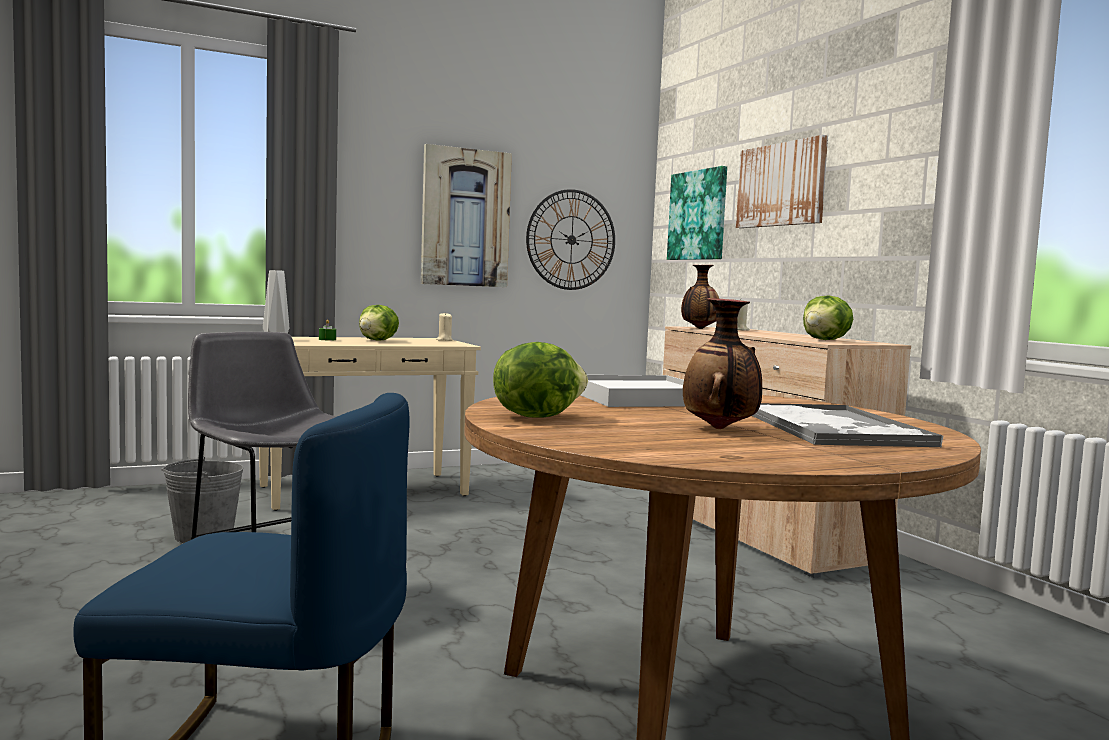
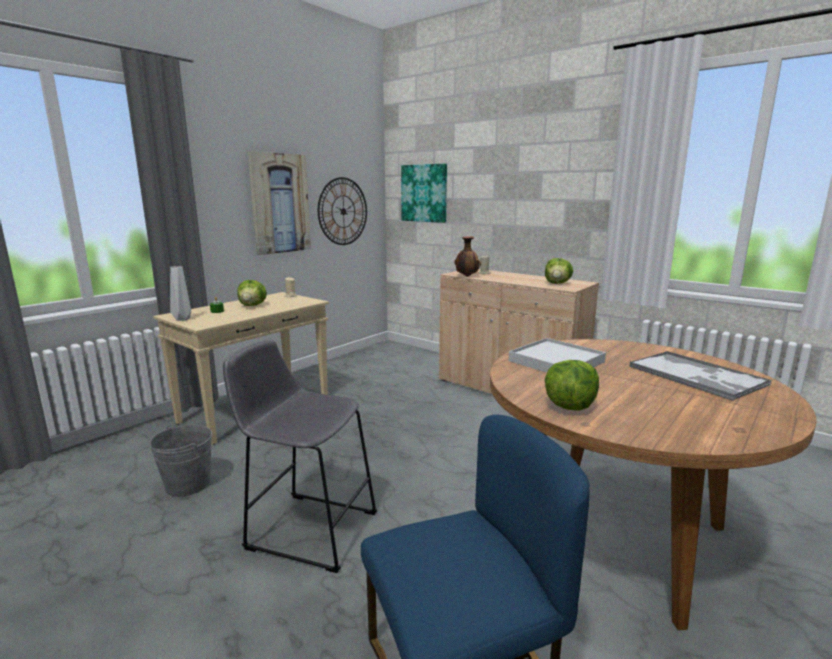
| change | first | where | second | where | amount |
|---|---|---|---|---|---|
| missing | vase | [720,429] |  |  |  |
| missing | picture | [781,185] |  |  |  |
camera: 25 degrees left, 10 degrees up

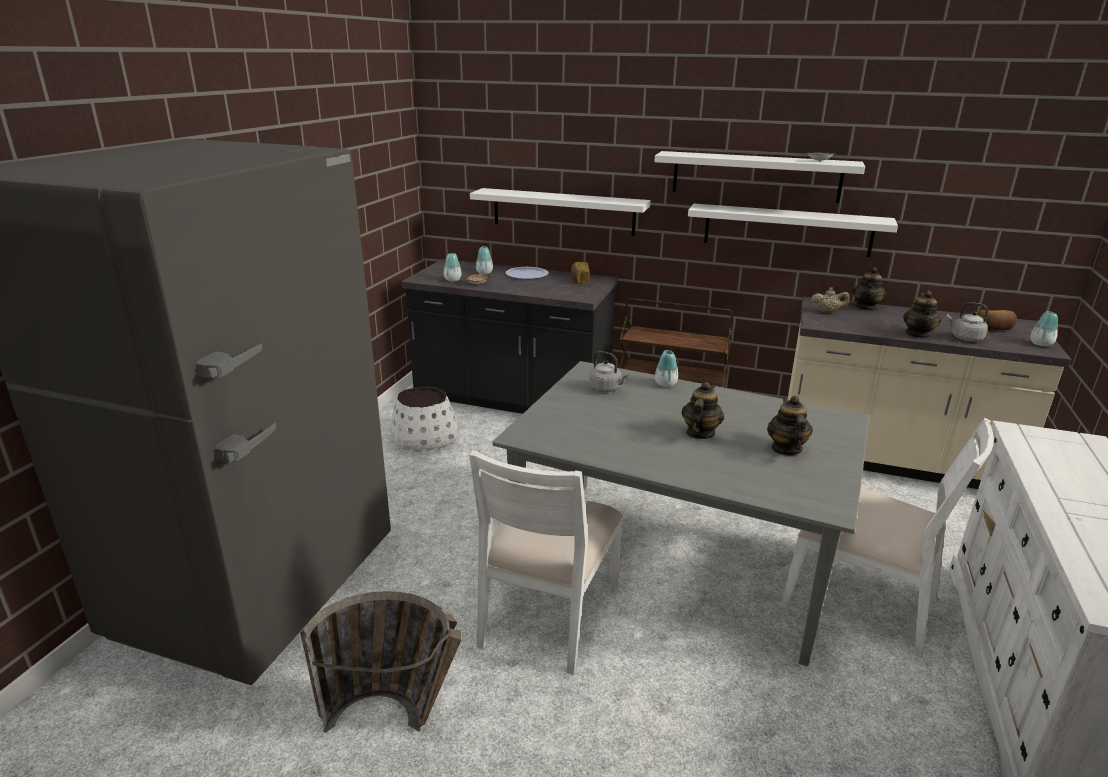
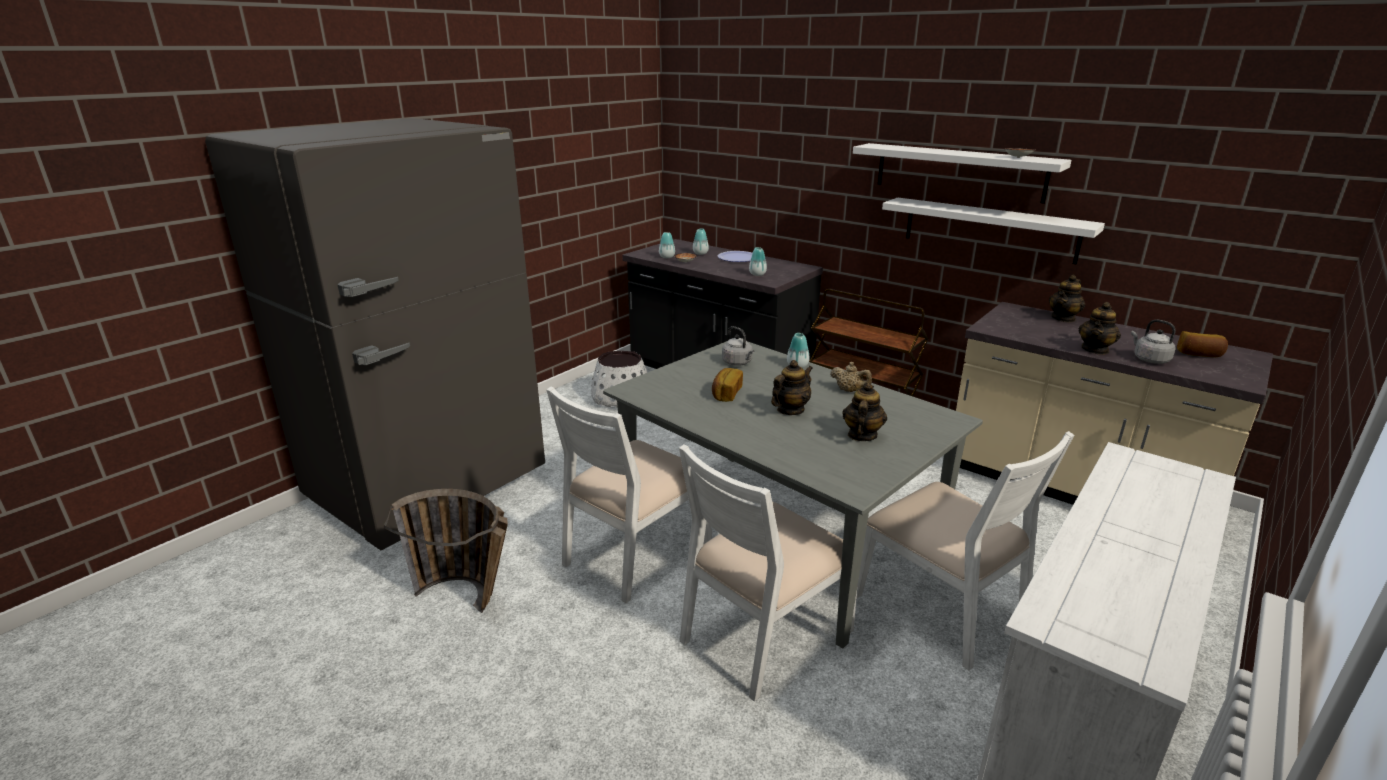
| change | first | where | second | where | amount |
|---|---|---|---|---|---|
| missing | white shelf | [563,212] |  |  |  |
| appeared |  |  | white chair | [763,634] |  |
| relocated | bread | [579,280] |  | [726,394] |  |
| relocated | beige teapot | [827,312] |  | [849,390] |  |
| relocated | vase | [1040,344] |  | [757,274] |  |
camera: 20 degrees right, 0 degrees up

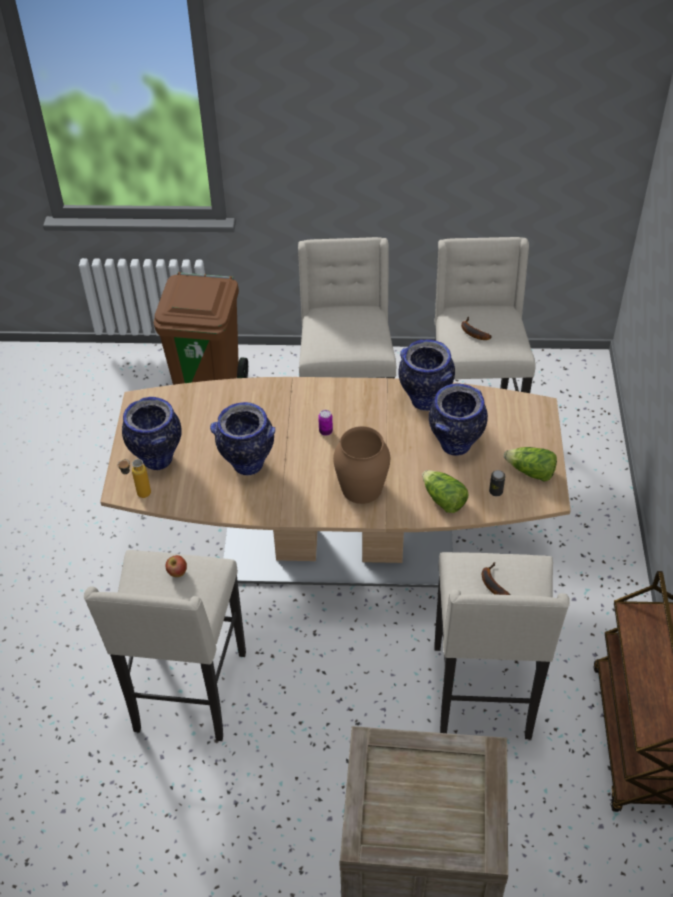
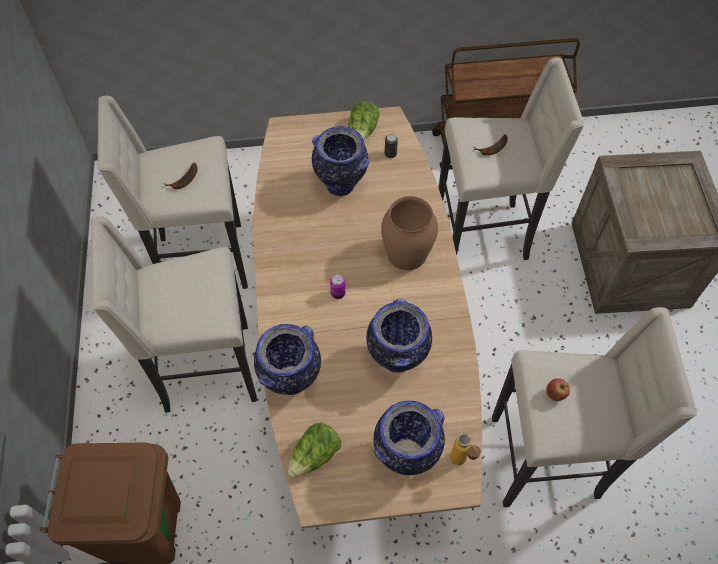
| change | first | where | second | where | amount |
|---|---|---|---|---|---|
| relocated | vase | [424,401] |  | [291,381] |  |
| relocated | lettuce | [443,499] |  | [315,455] |  |
camera: 100 degrees left, 10 degrees up

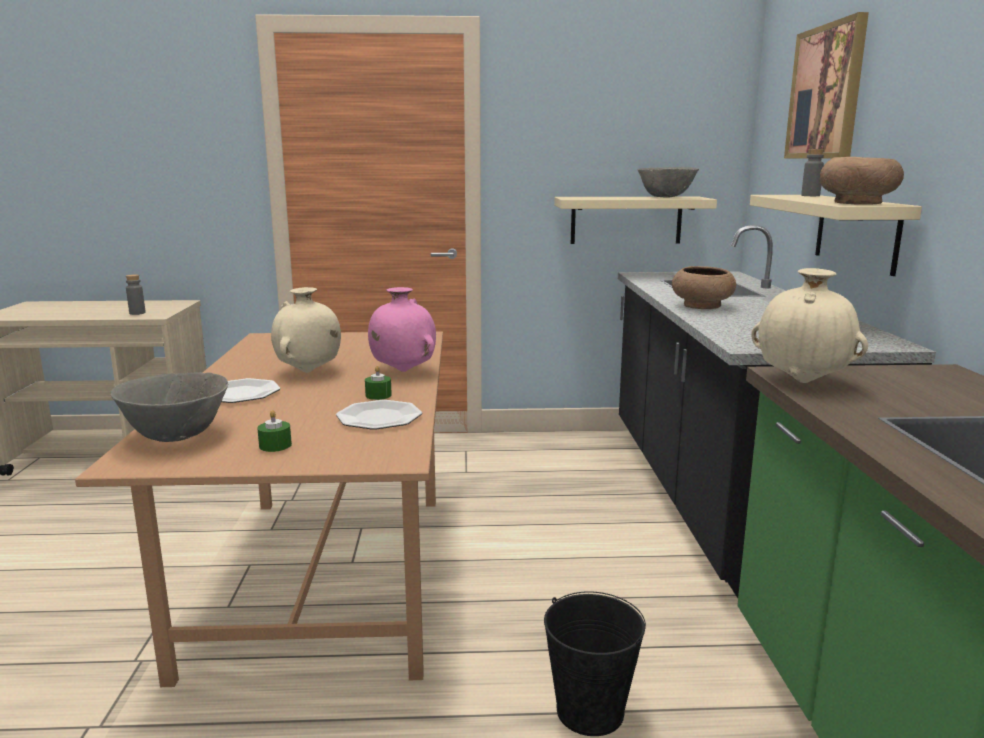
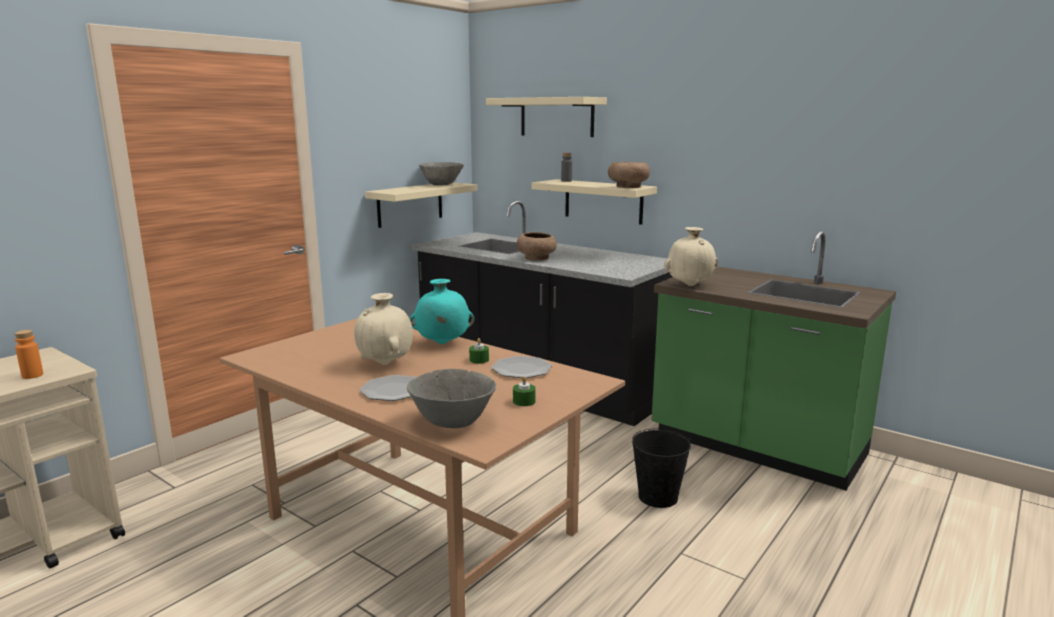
| change | first | where | second | where | amount |
|---|---|---|---|---|---|
| exchanged | picture | [826,92] | beige shelf | [556,117] |  |
| colour | grey bottle | [137,313] | orange bottle | [32,375] |  |
| colour | pink vase | [402,371] | turquoise vase | [442,344] |  |
camera: 50 degrees left, 0 degrees up

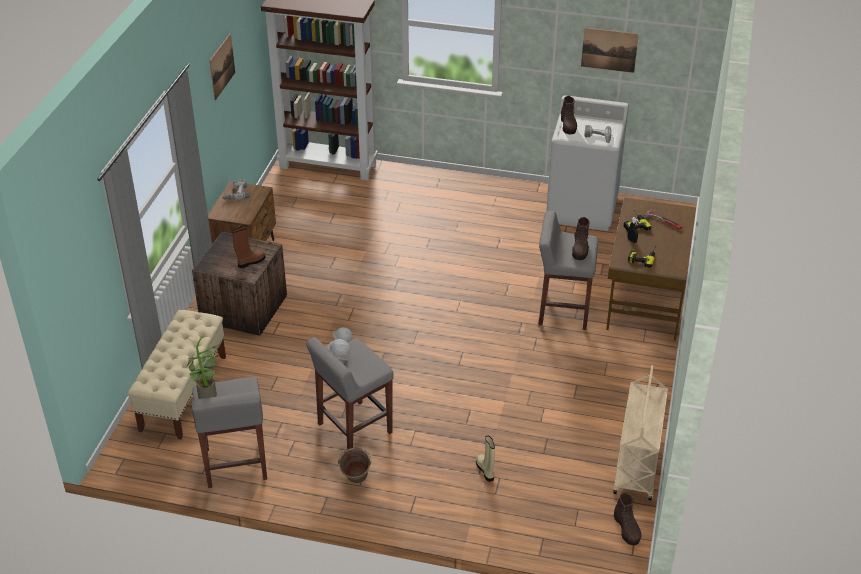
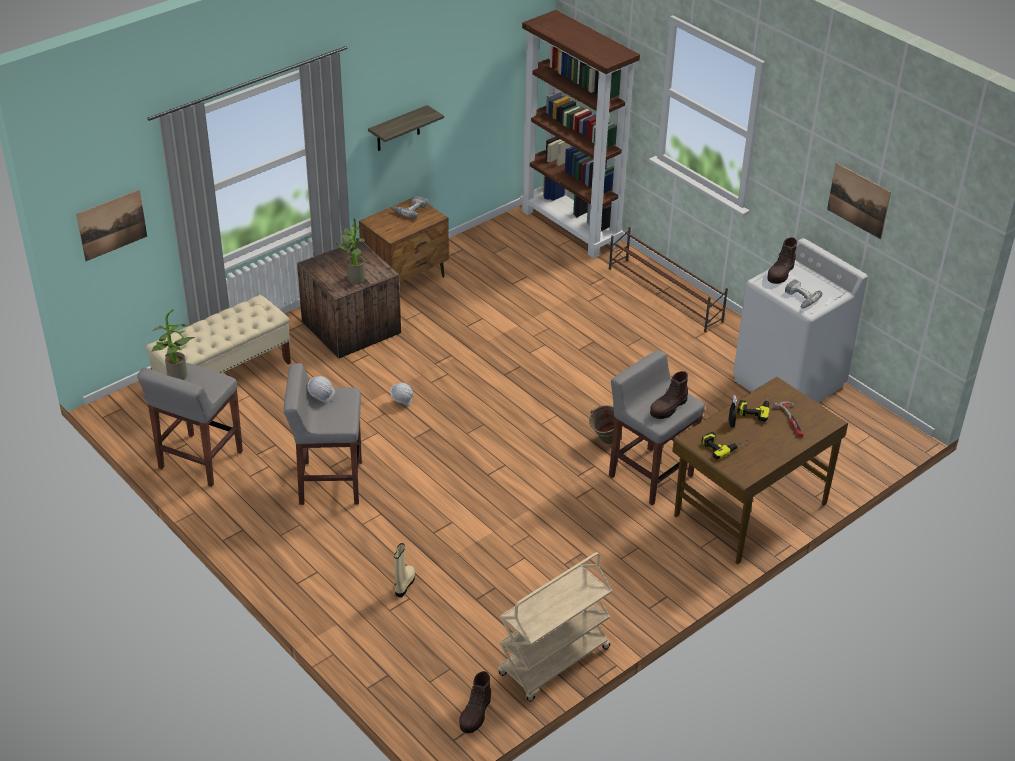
| change | first | where | second | where | amount |
|---|---|---|---|---|---|
| appeared |  |  | shelf | [398,129] |  |
| appeared |  |  | brown shoe rack | [665,295] |  |
| relocated | picture | [222,66] |  | [112,225] |  |
| relocated | green bucket | [355,482] |  | [604,442] |  |
| exchanged | brown boot | [250,262] | potted plant | [353,278] |  |
camera: 35 degrees right, 0 degrees up

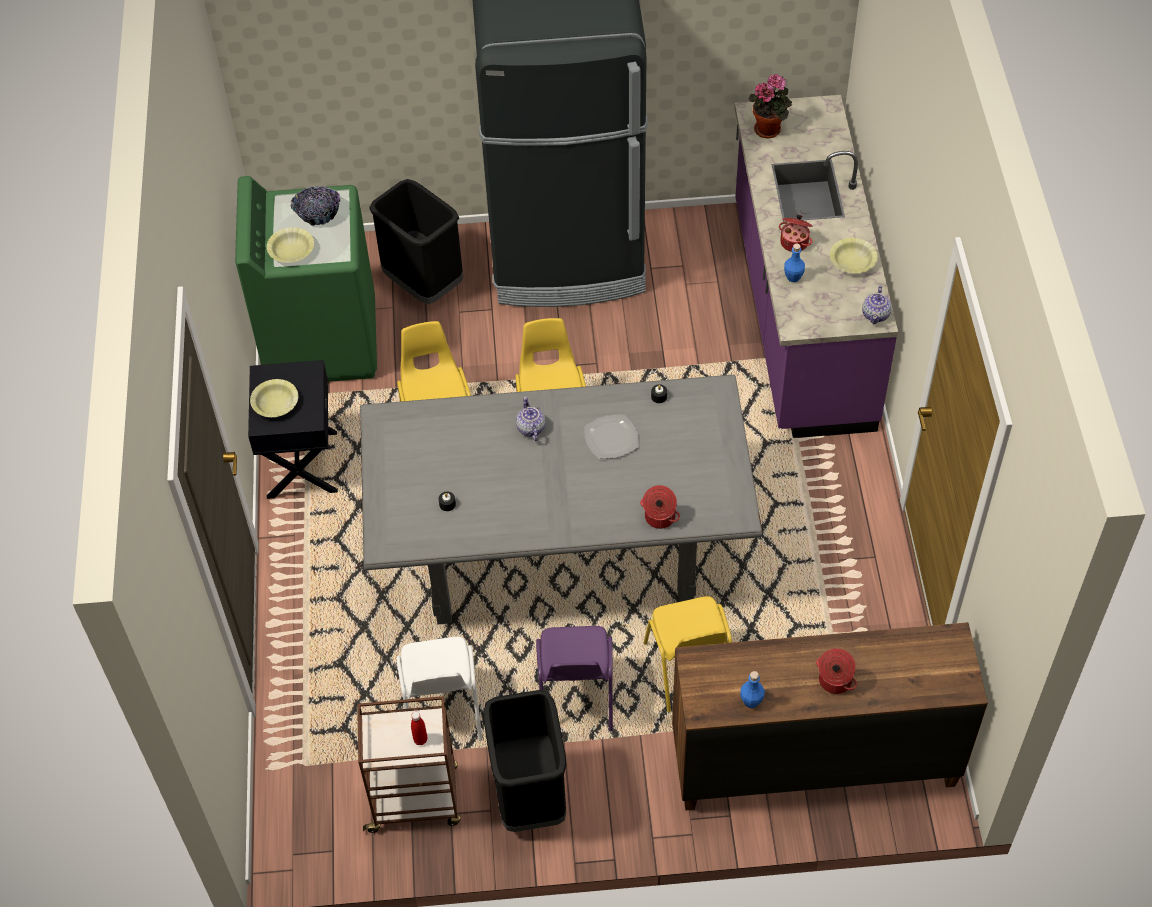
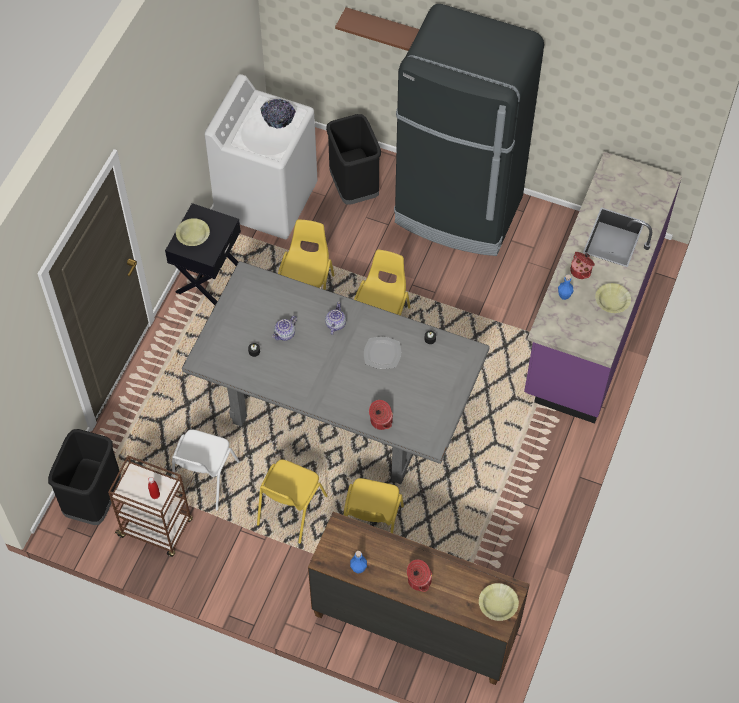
| change | first | where | second | where | amount |
|---|---|---|---|---|---|
| missing | potted plant | [769,128] |  |  |  |
| appeared |  |  | brown shelf | [385,29] |  |
| relocated | yellow bowl | [291,250] |  | [498,604] |  |
| relocated | black trash can | [529,795] |  | [94,500] |  |
| relocated | teapot | [876,314] |  | [285,334] |  |
| colour | green washing machine | [321,340] | white washing machine | [267,199] |  |
| colour | purple chair | [575,696] | yellow chair | [290,510] |  |
camera: 25 degrees right, 5 degrees up

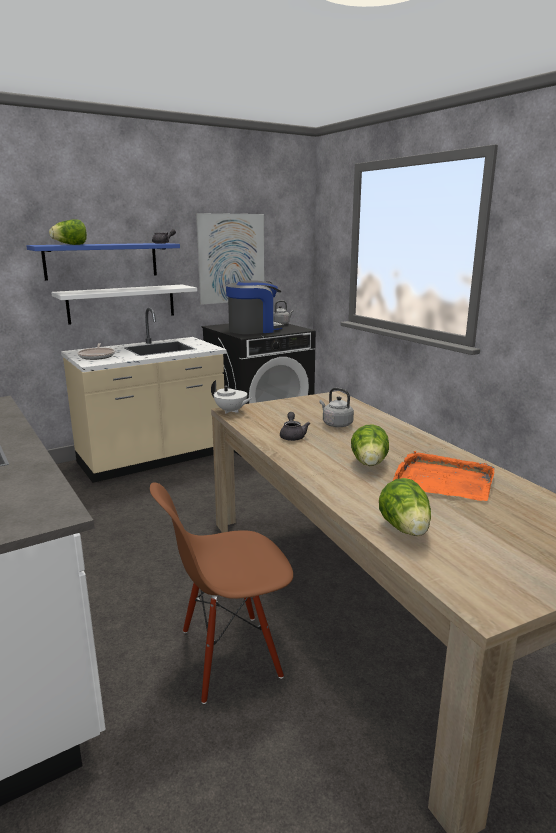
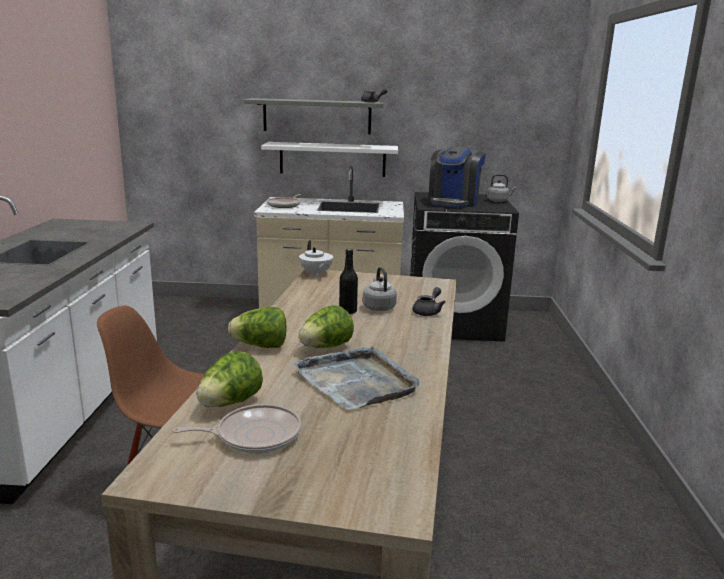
| change | first | where | second | where | amount |
|---|---|---|---|---|---|
| missing | picture | [231,258] |  |  |  |
| appeared |  |  | frying pan | [254,435] |  |
| appeared |  |  | black bottle | [348,311] |  |
| relocated | lettuce | [70,245] |  | [260,346] |  |
| relocated | grey teapot | [292,436] |  | [428,312] |  |
| colour | blue shelf | [101,261] | grey shelf | [317,116] |  |
| colour | orange tray | [443,480] | grey tray | [357,381] |  |
| spun | coffee machine | [254,330] |  | [454,202] | 105 degrees clockwise |
camera: 35 degrees right, 0 degrees up

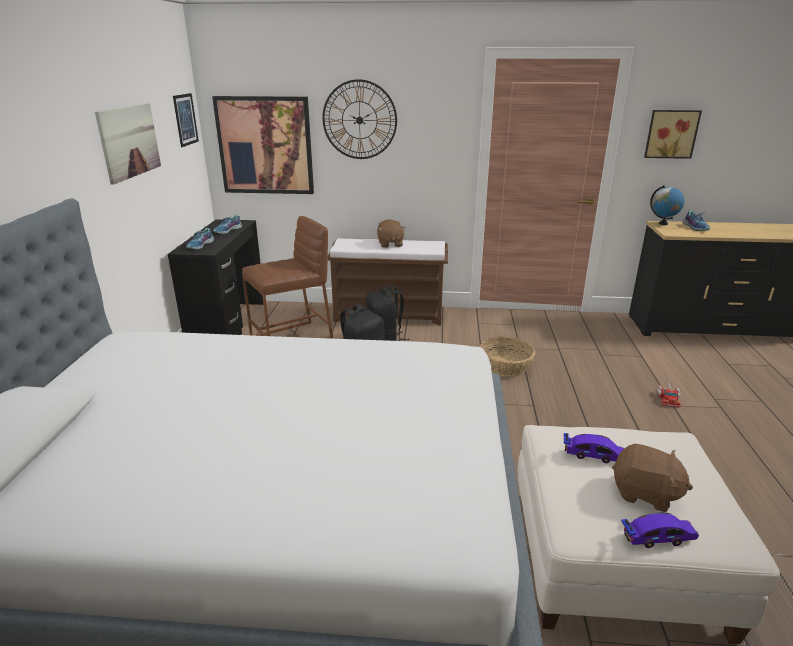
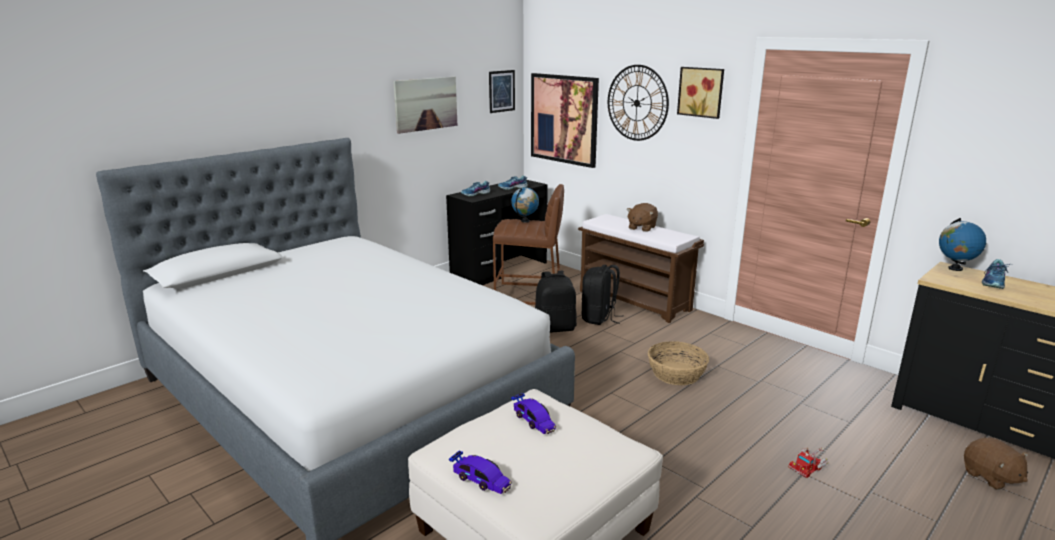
| change | first | where | second | where | amount |
|---|---|---|---|---|---|
| appeared |  |  | globe | [525,221] |  |
| relocated | brown plush toy | [645,493] |  | [990,477] |  |
| relocated | picture | [671,134] |  | [701,92] |  |
camera: 40 degrees right, 5 degrees down

